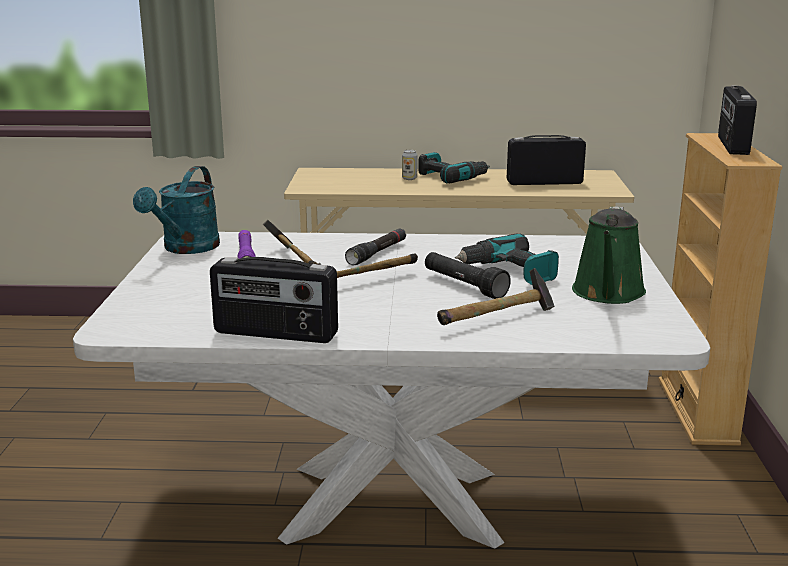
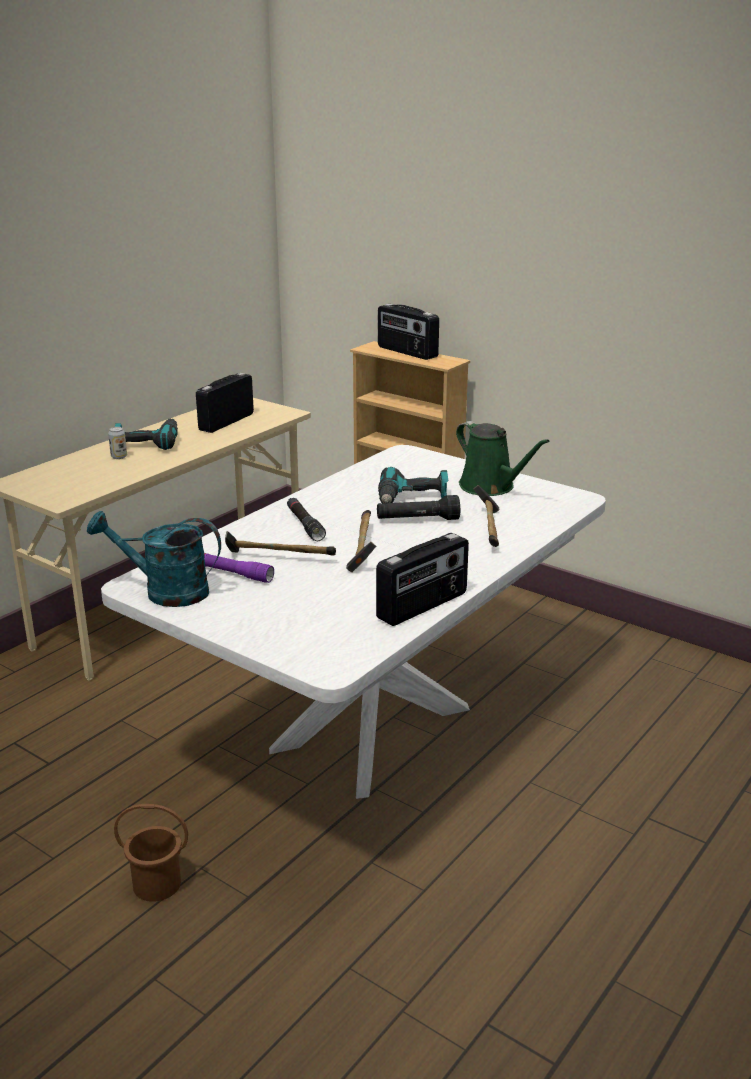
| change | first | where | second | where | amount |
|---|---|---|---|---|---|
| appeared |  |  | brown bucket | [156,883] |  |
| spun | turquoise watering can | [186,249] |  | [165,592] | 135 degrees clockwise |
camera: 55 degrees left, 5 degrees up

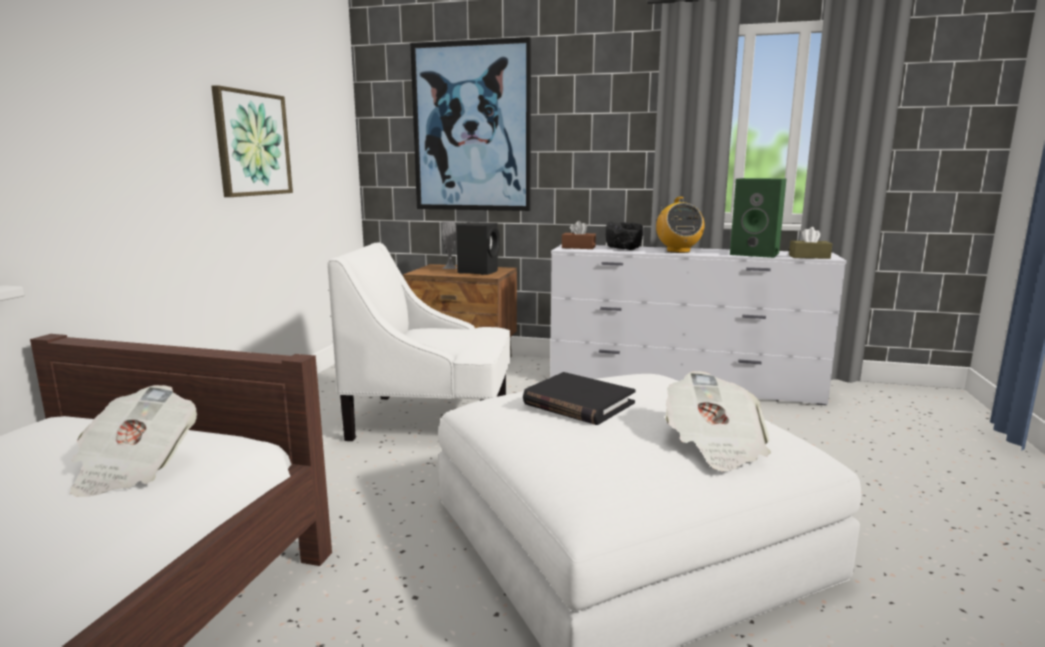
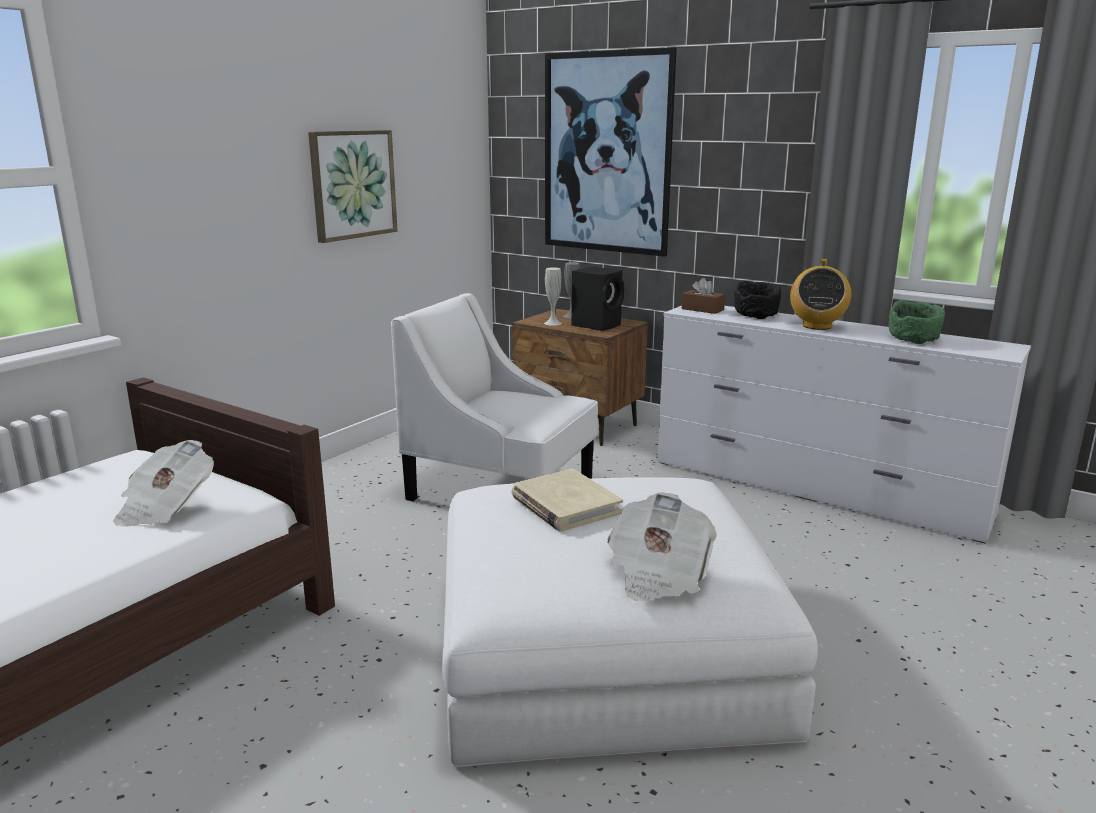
| change | first | where | second | where | amount |
|---|---|---|---|---|---|
| missing | brown tissue box | [809,257] |  |  |  |
| appeared |  |  | white vase | [553,323] |  |
| exchanged | green speaker | [756,254] | green bowl | [913,339] |  |
| colour | black book | [578,403] | beige book | [565,505] |  |
camera: 20 degrees right, 5 degrees up

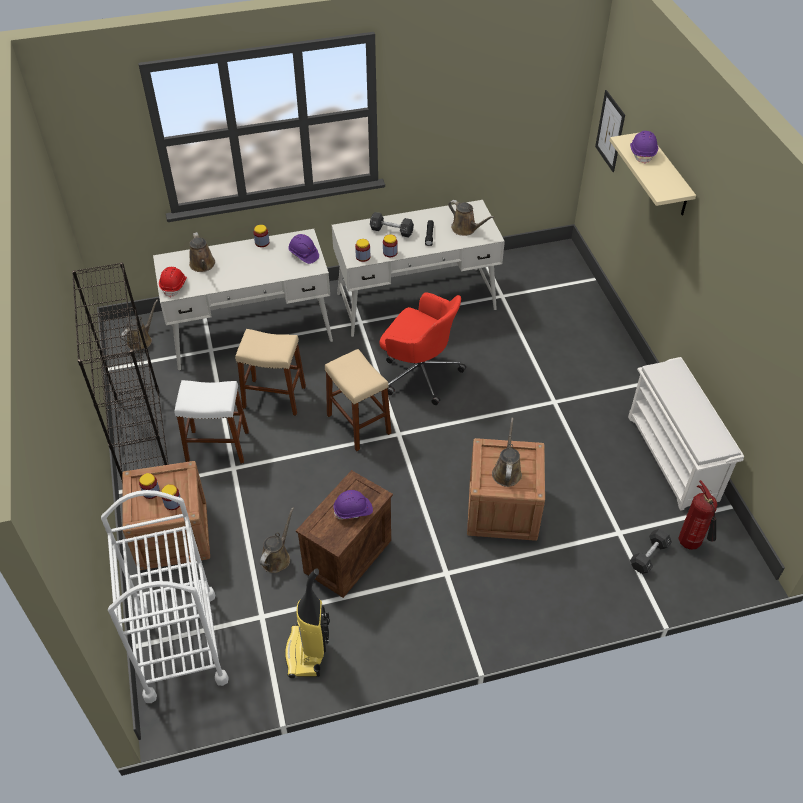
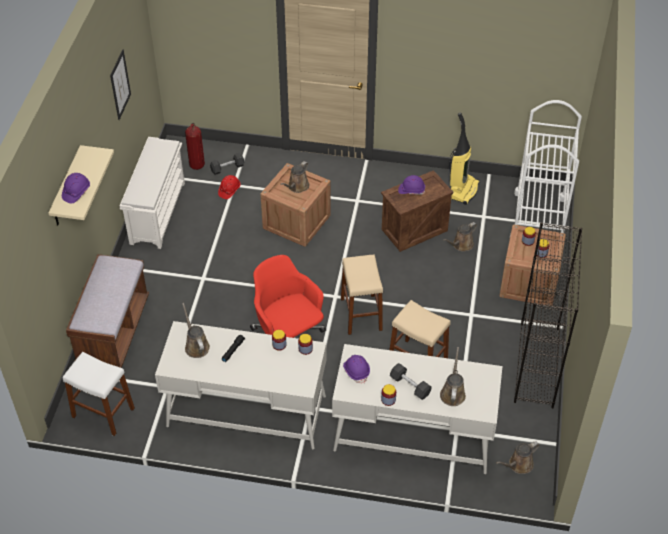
| change | first | where | second | where | amount |
|---|---|---|---|---|---|
| appeared |  |  | brown bench | [113,331] |  |
| relocated | red hard hat | [174,286] |  | [229,190] |  |
| relocated | white stool | [217,446] |  | [103,412] |  |
| relocated | black dumbbell | [391,231] |  | [410,386] |  |
| relocated | picture | [610,131] |  | [120,84] |  |
camera: 155 degrees left, 0 degrees up

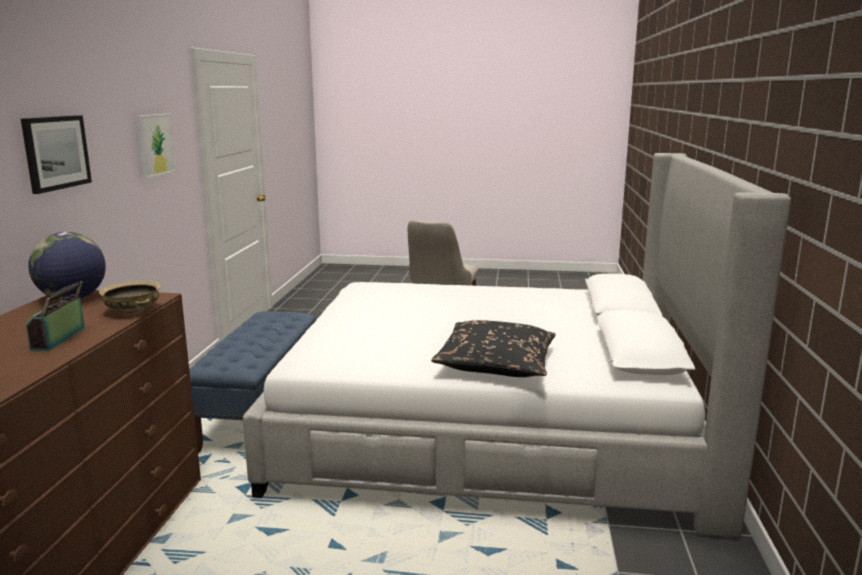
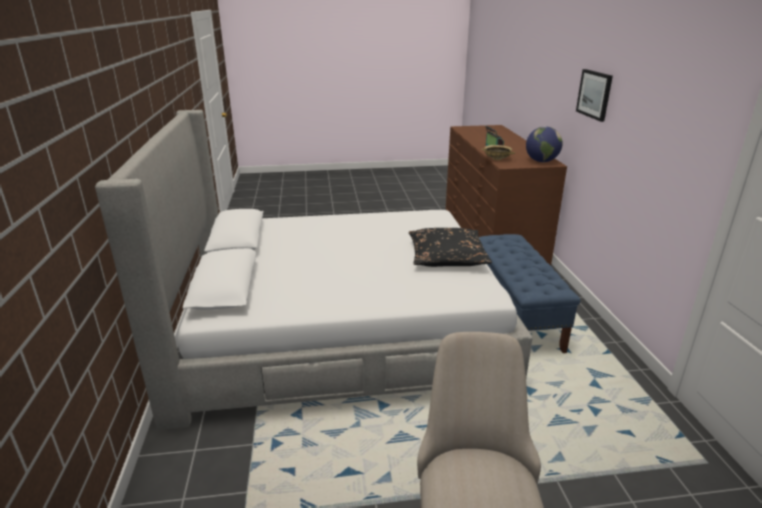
| change | first | where | second | where | amount |
|---|---|---|---|---|---|
| missing | picture | [155,144] |  |  |  |
| relocated | black pillow | [496,363] |  | [447,257] |  |
camera: 165 degrees right, 10 degrees up

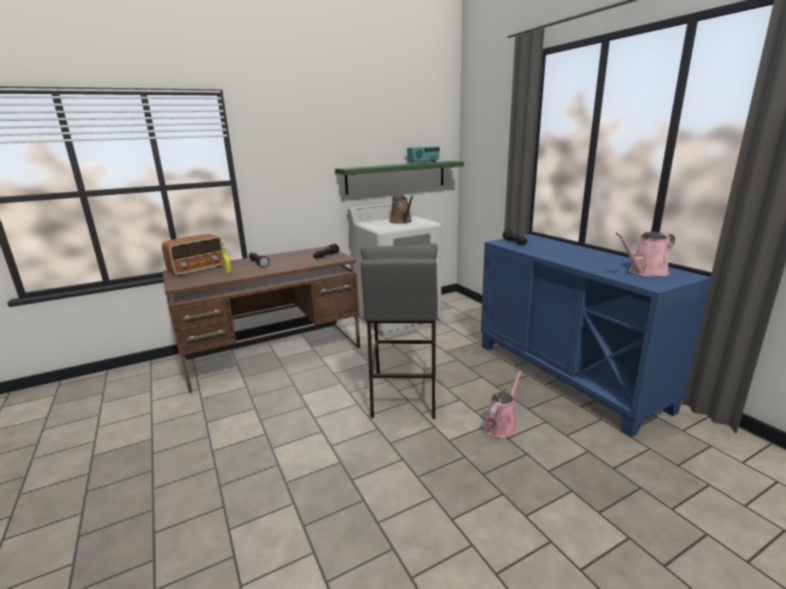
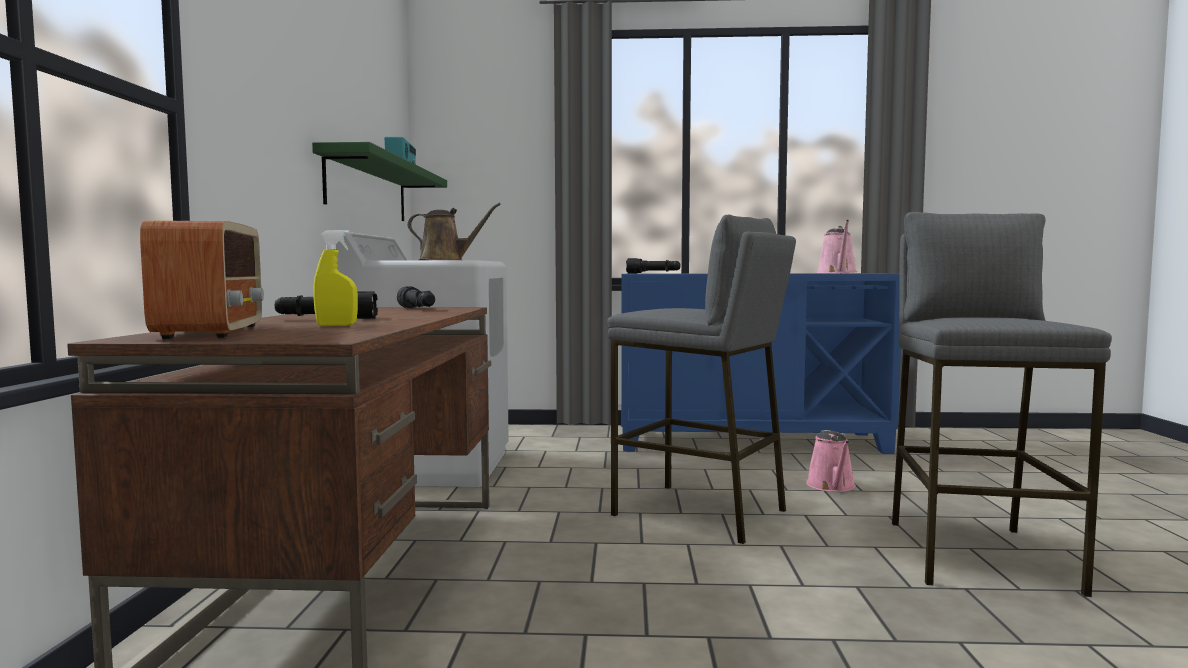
| change | first | where | second | where | amount |
|---|---|---|---|---|---|
| appeared |  |  | grey stool | [978,555] |  |
| spun | pink watering can | [501,425] |  | [832,486] | 150 degrees counterclockwise |
camera: 60 degrees left, 15 degrees down

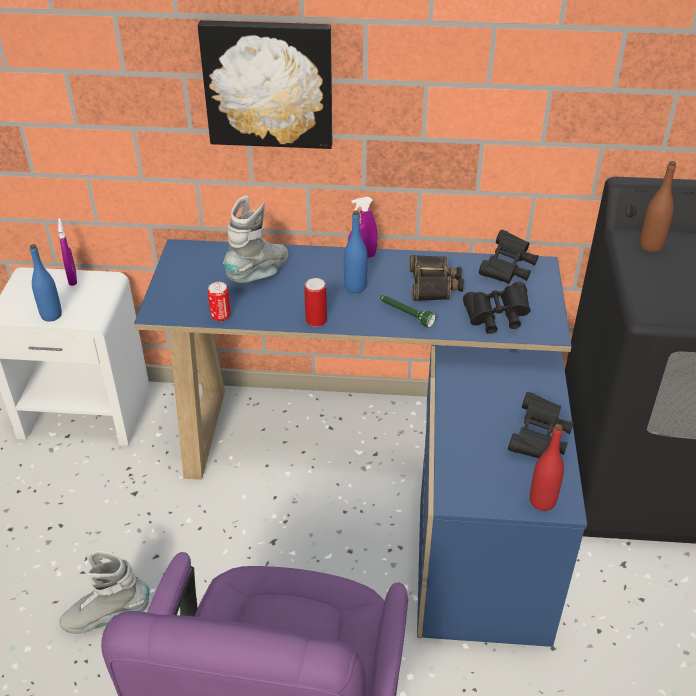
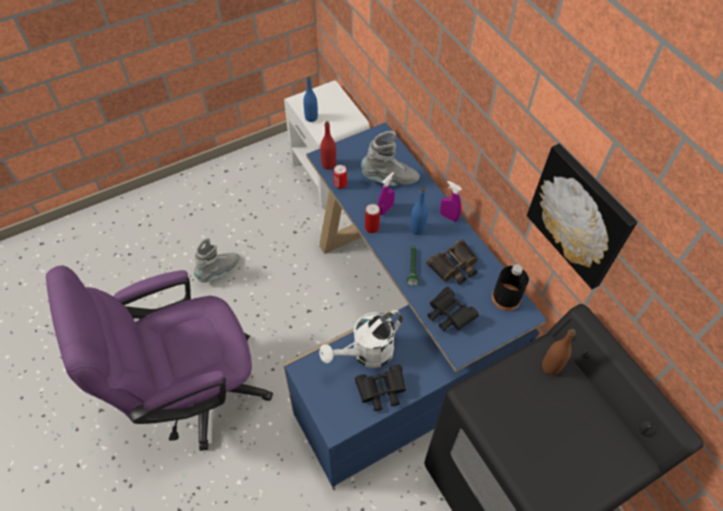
| change | first | where | second | where | amount |
|---|---|---|---|---|---|
| appeared |  |  | white watering can | [366,354] |  |
| relocated | purple spray bottle | [72,279] |  | [385,209] |  |
| relocated | picture | [269,83] |  | [580,216] |  |
| relocated | red bottle | [542,501] |  | [328,164] |  |
| exchanged | black binoculars | [508,269] | black bottle | [506,298] |  |
| spun | grey boot | [107,617] |  | [219,271] | 90 degrees clockwise |
camera: 55 degrees right, 15 degrees up

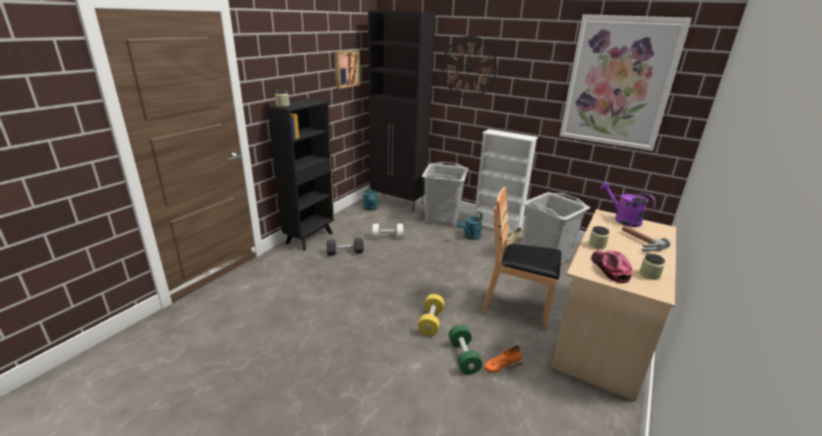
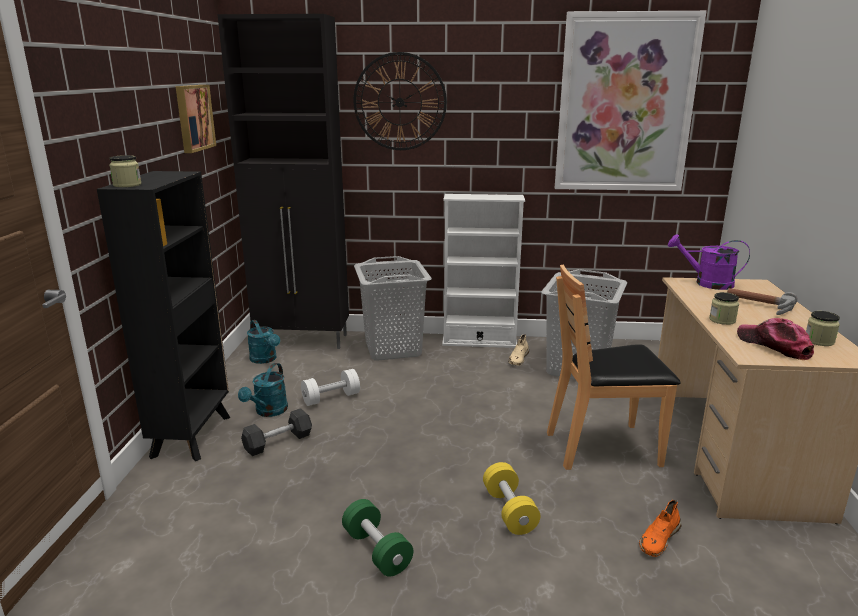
| change | first | where | second | where | amount |
|---|---|---|---|---|---|
| relocated | green dumbbell | [463,357] |  | [377,551] |  |
| relocated | turquoise watering can | [470,237] |  | [268,412] |  |
camera: 25 degrees left, 5 degrees down

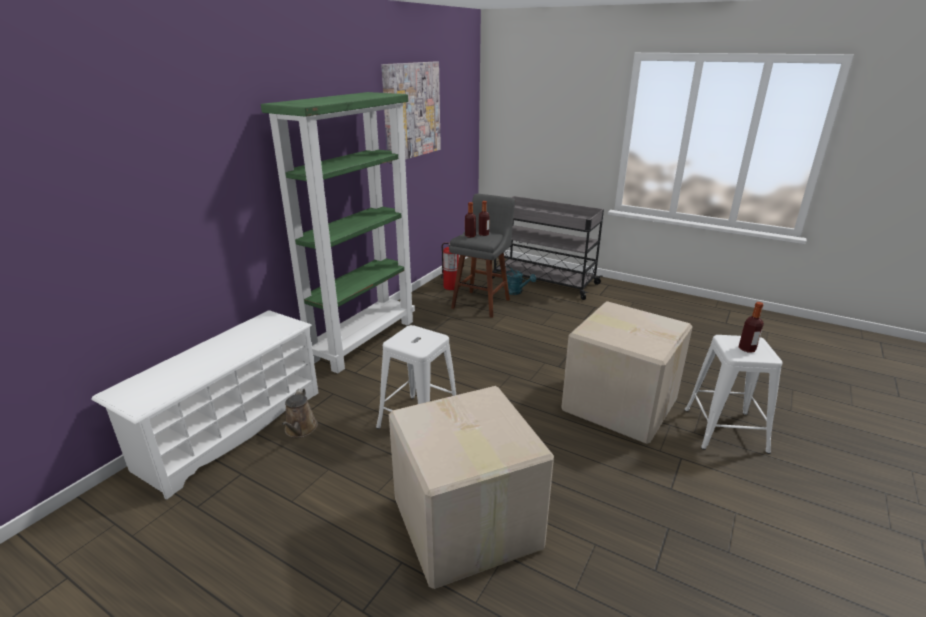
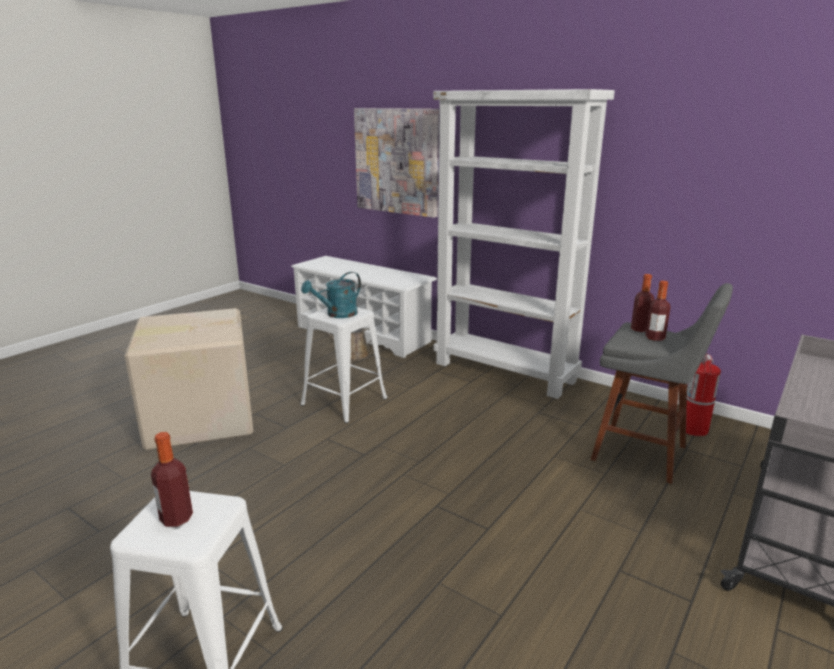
| change | first | where | second | where | amount |
|---|---|---|---|---|---|
| missing | cardboard box | [618,404] |  |  |  |
| relocated | picture | [411,110] |  | [397,161] |  |
| relocated | turquoise watering can | [516,292] |  | [337,314] |  |
| colour | green bookcase | [363,340] | white bookcase | [505,372] |  |
camera: 95 degrees right, 5 degrees down

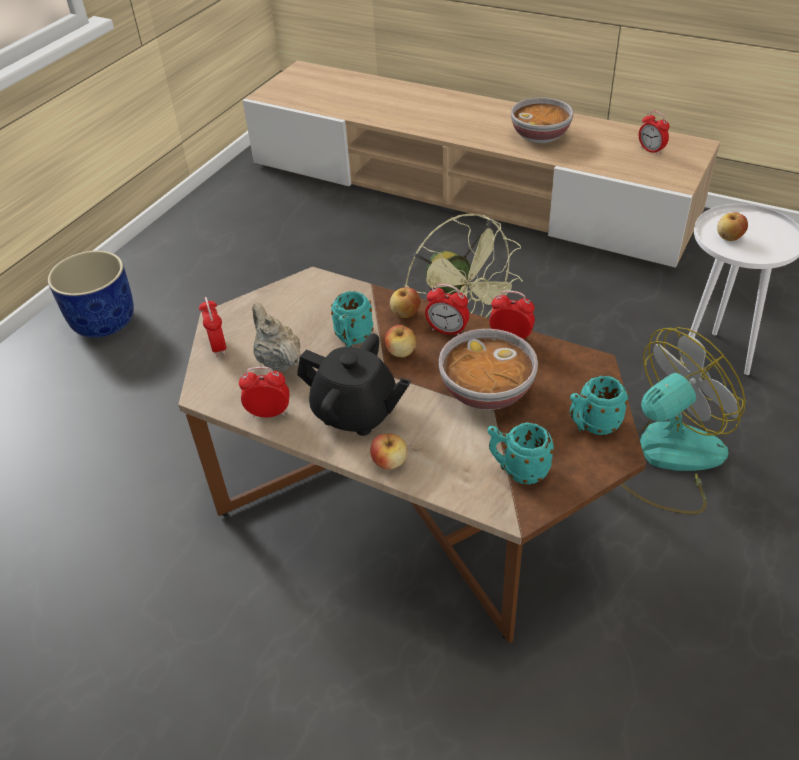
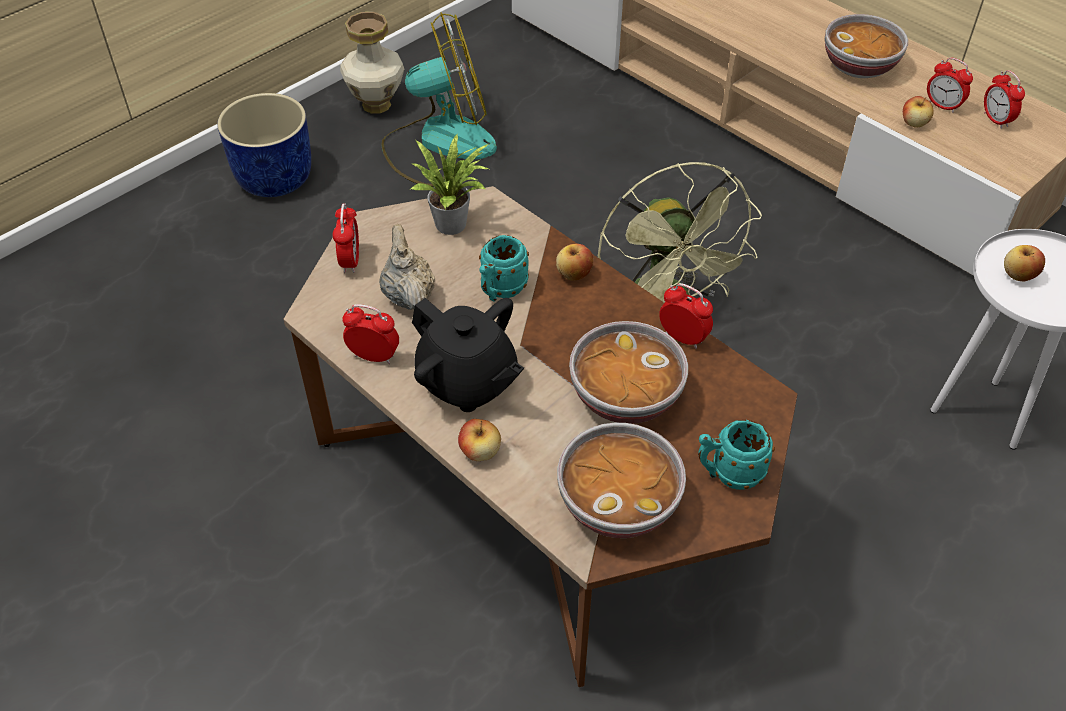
| change | first | where | second | where | amount |
|---|---|---|---|---|---|
| appeared |  |  | vase | [377,104] |  |
| appeared |  |  | potted plant | [455,223] |  |
| relocated | apple | [401,352] |  | [914,123] |  |
| relocated | alarm clock | [447,331] |  | [942,106] |  |
| relocated | fan | [665,458] |  | [439,143] |  |
| exchanged | turquoise mug | [518,470] | bowl | [618,502] |  |
camera: 15 degrees right, 5 degrees up

